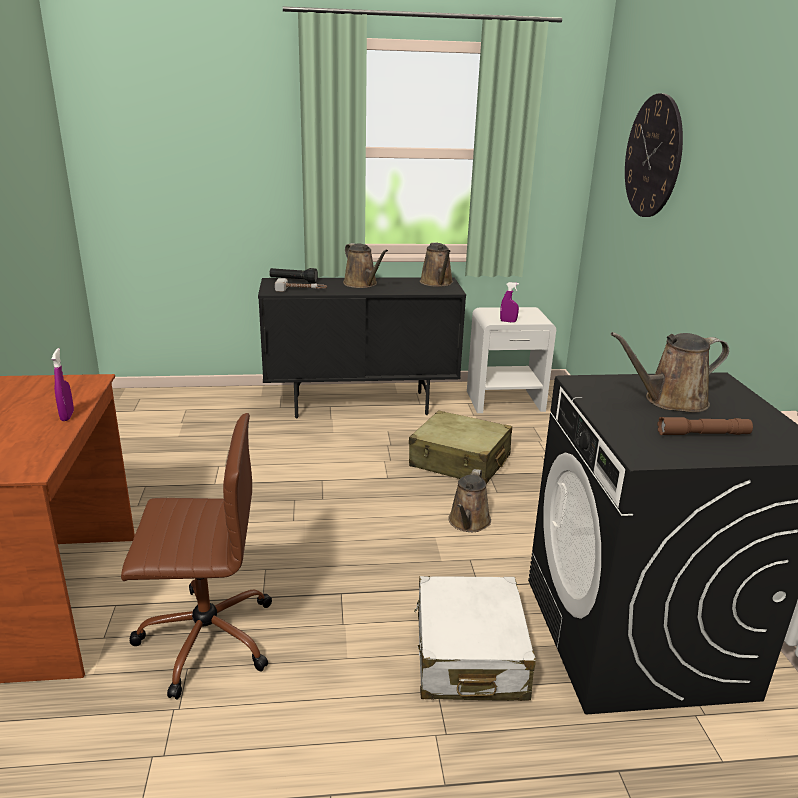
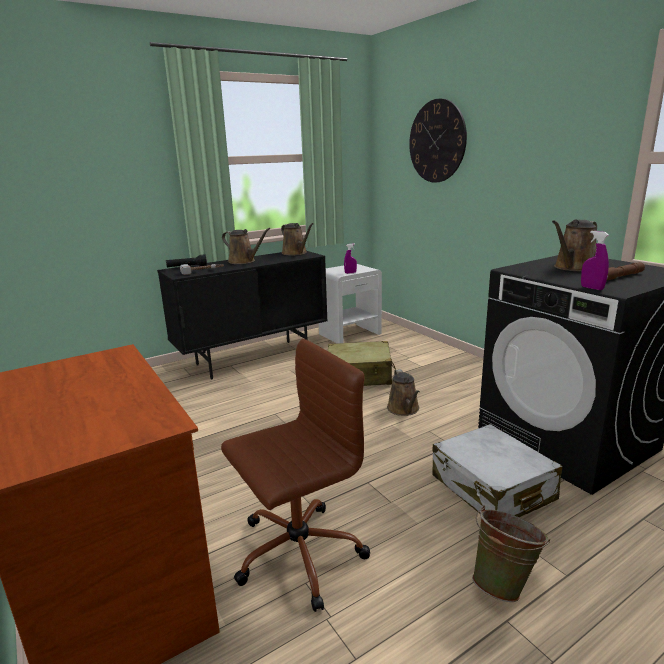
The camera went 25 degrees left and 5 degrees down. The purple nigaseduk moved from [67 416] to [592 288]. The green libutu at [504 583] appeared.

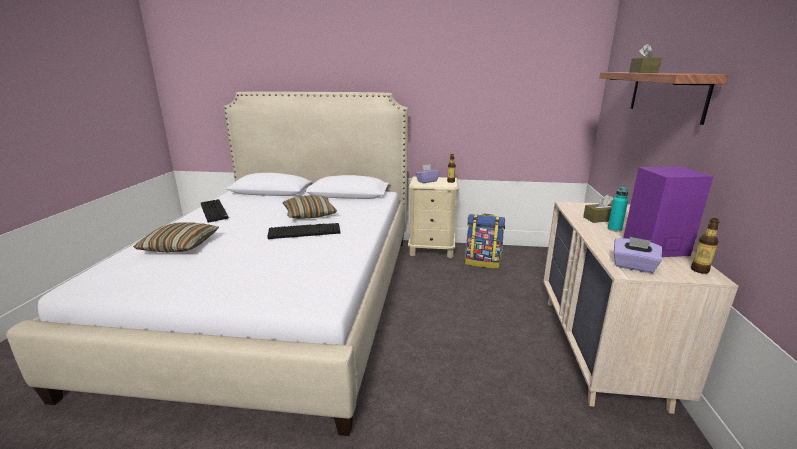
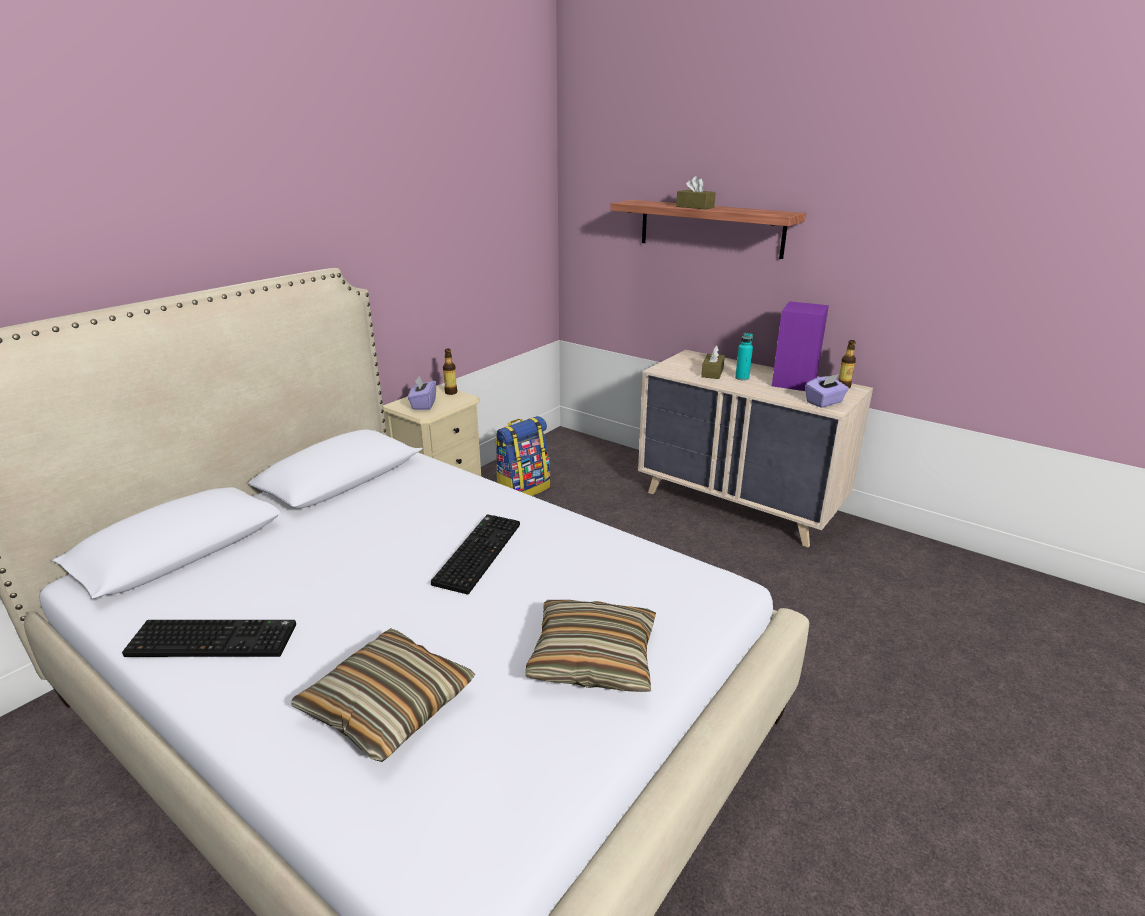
The camera went 60 degrees left and 5 degrees up. The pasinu moved from [309 214] to [593 658].

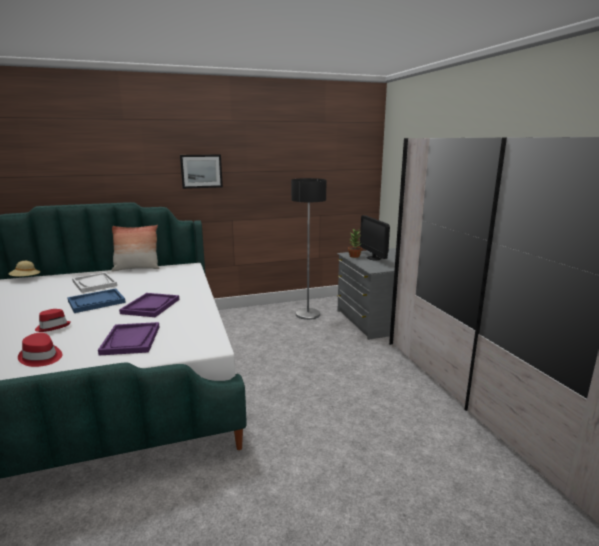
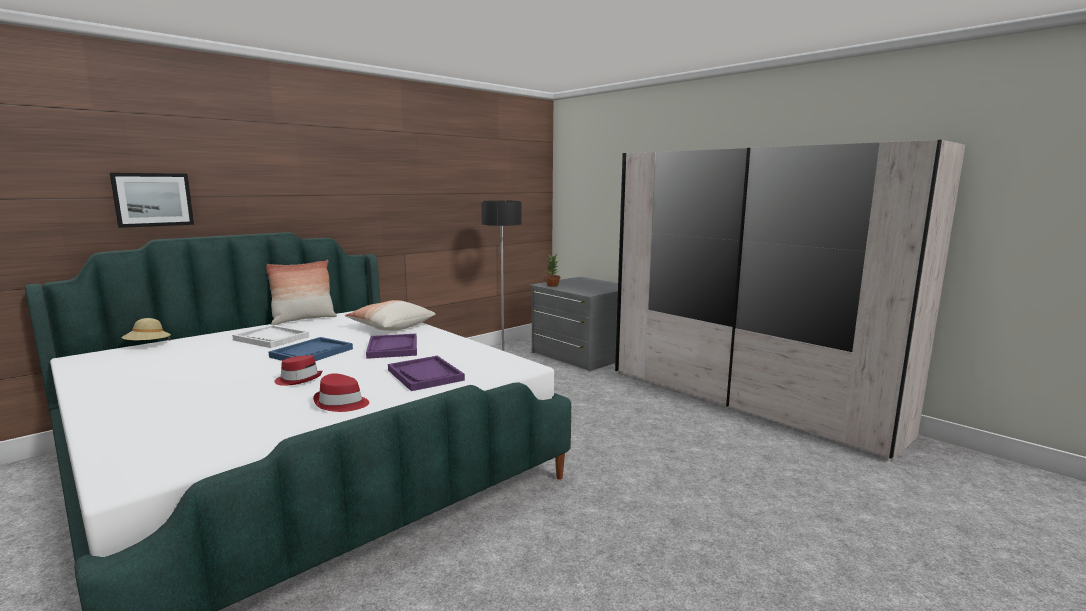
The camera went 25 degrees left and 5 degrees down. The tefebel moved from [201 171] to [153 199]. The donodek at [374 258] disappeared. The pasinu at [391 327] appeared.

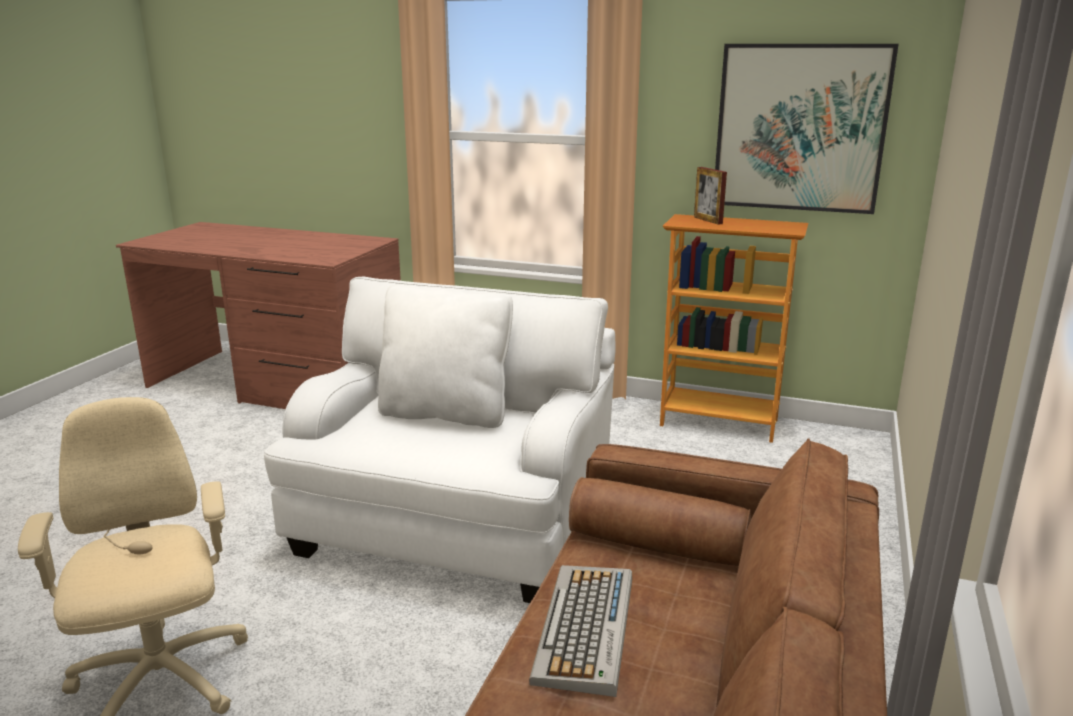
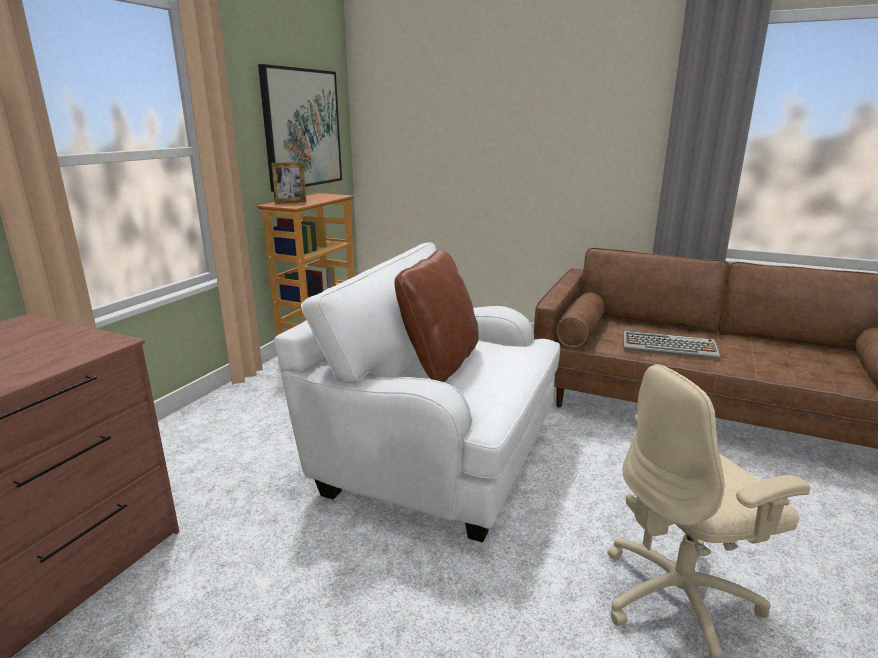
The camera went 85 degrees left and 0 degrees up. The white pasinu at [446 413] became the brown pasinu at [440 363].

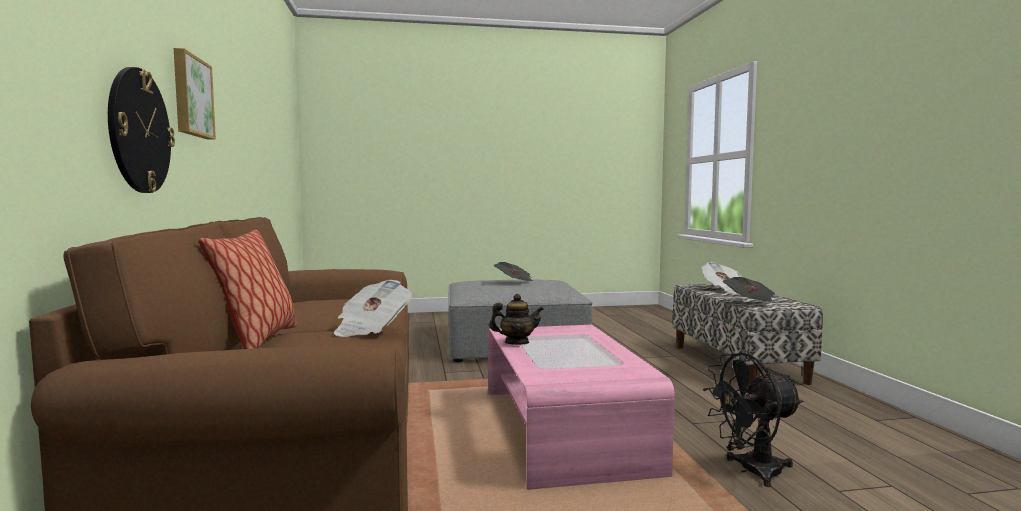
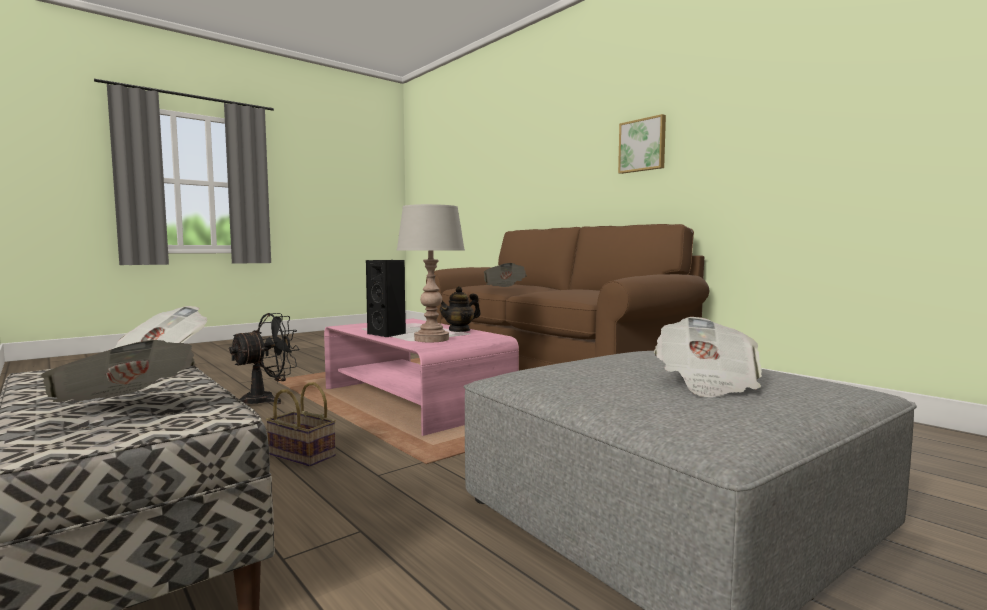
The camera went 150 degrees right and 0 degrees up. The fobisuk at [139 131] disappeared. The pasinu at [257 340] disappeared. The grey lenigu at [432 339] appeared. The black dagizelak at [388 334] appeared. The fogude at [299 455] appeared.

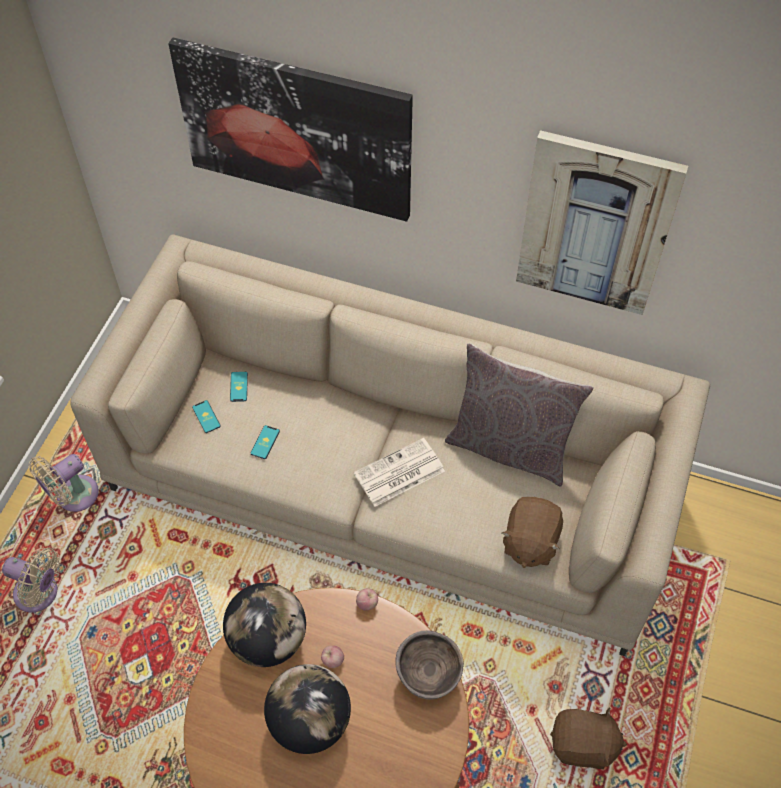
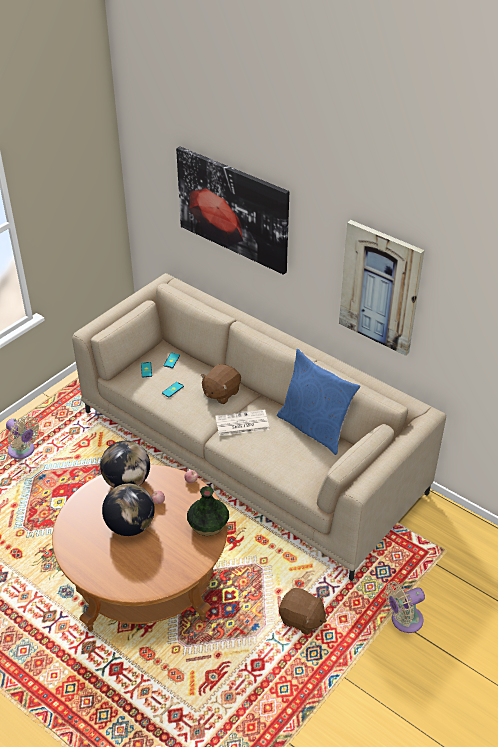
The camera went 20 degrees right and 15 degrees down. The grey pasinu at [510 447] became the blue pasinu at [314 428]. The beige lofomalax moved from [73 497] to [403 620]. The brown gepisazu moved from [529 542] to [221 393]. The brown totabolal at [428 676] was replaced by the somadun at [208 524].

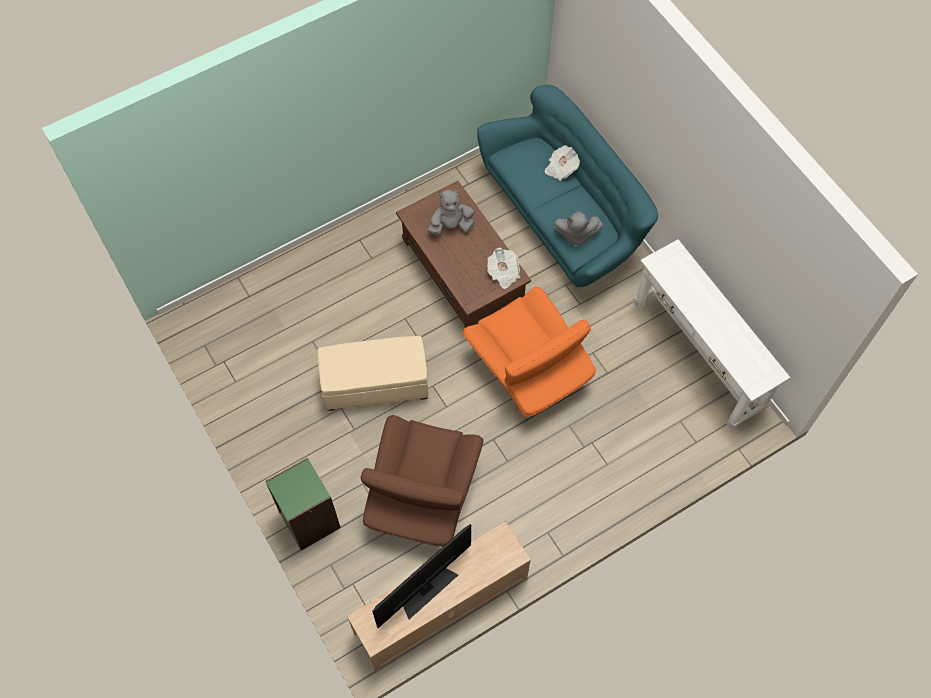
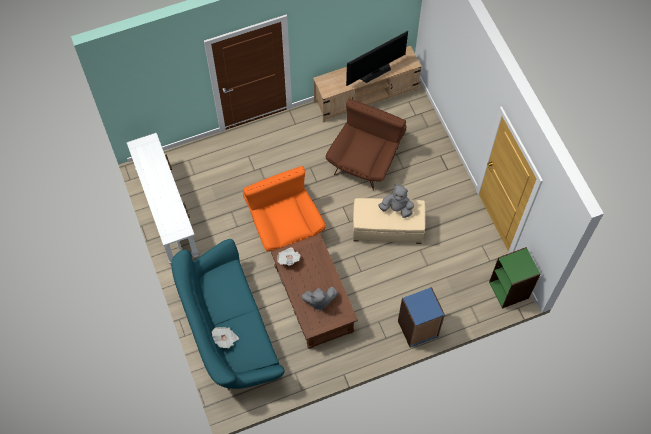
The camera went 170 degrees left and 0 degrees up. The grey gepisazu moved from [575 235] to [396 208]. The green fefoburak moved from [309 520] to [509 290]. The blue fefoburak at [418 329] appeared.

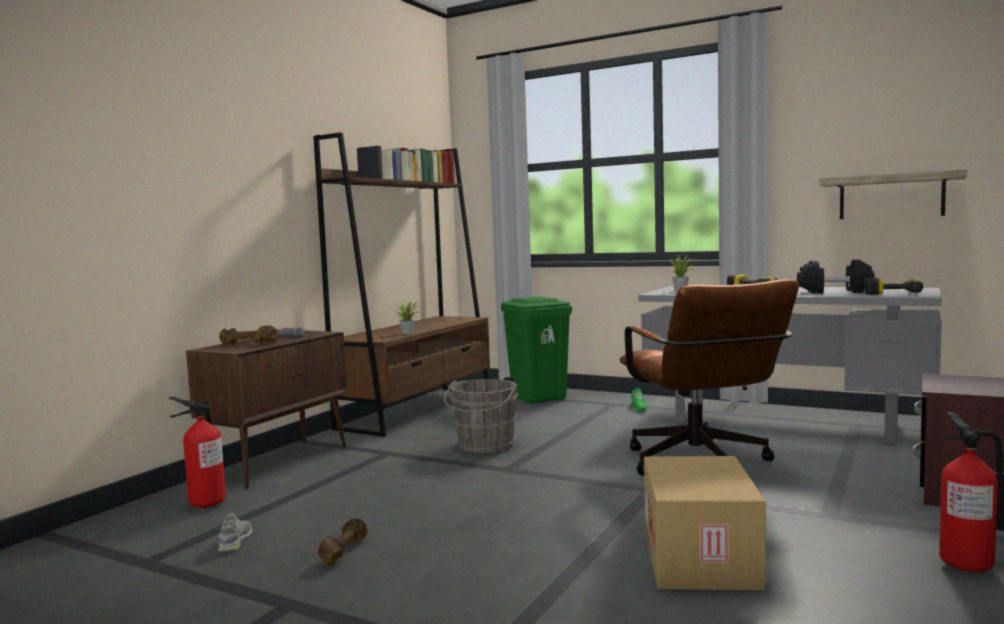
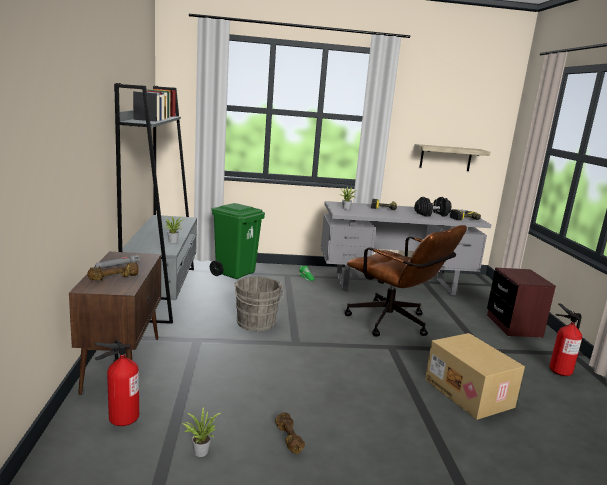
The camera went 35 degrees left and 10 degrees up. The brown fefoburak at [418 409] became the grey fefoburak at [162 291]. The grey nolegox at [236 541] was replaced by the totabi at [200 451].

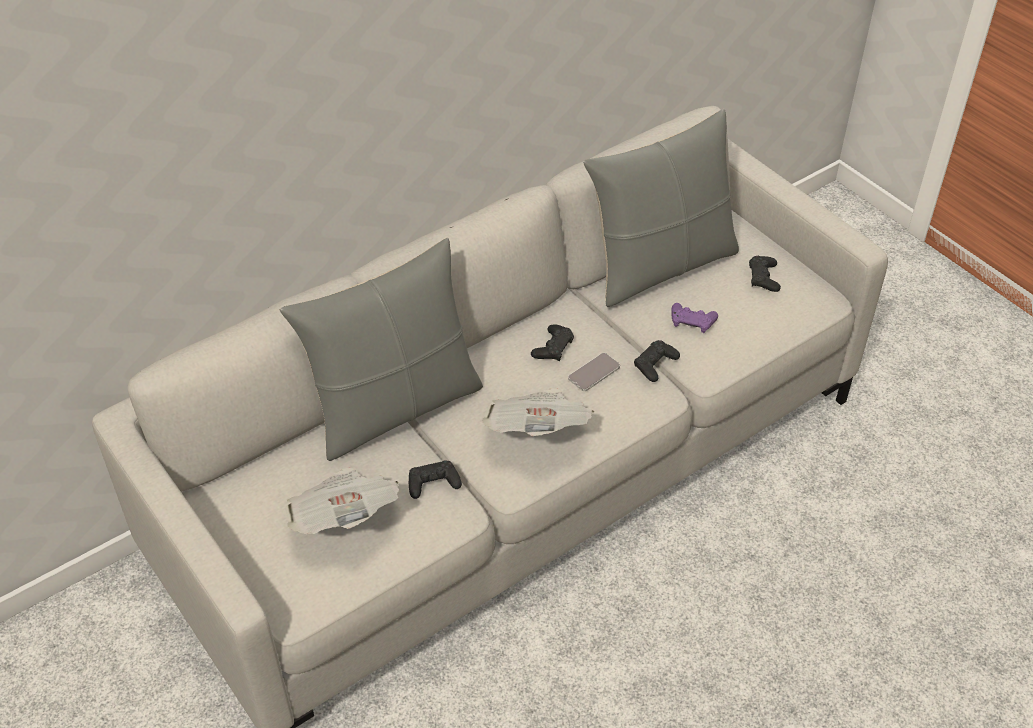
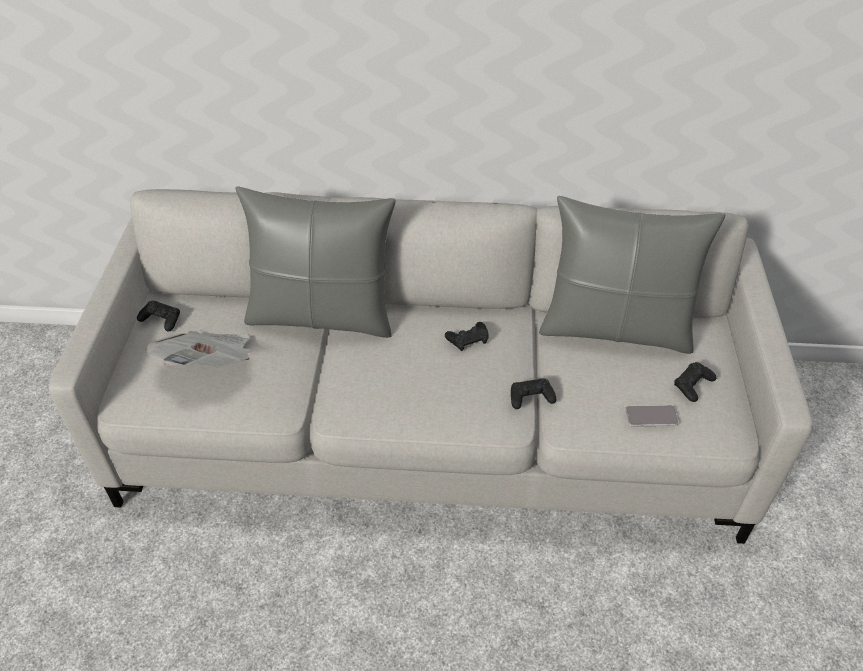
The camera went 40 degrees right and 0 degrees up. The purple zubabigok at [692 321] disappeared. The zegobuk moved from [594 373] to [651 416]. The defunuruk at [538 431] disappeared. The black zubabigok moved from [433 483] to [161 319].

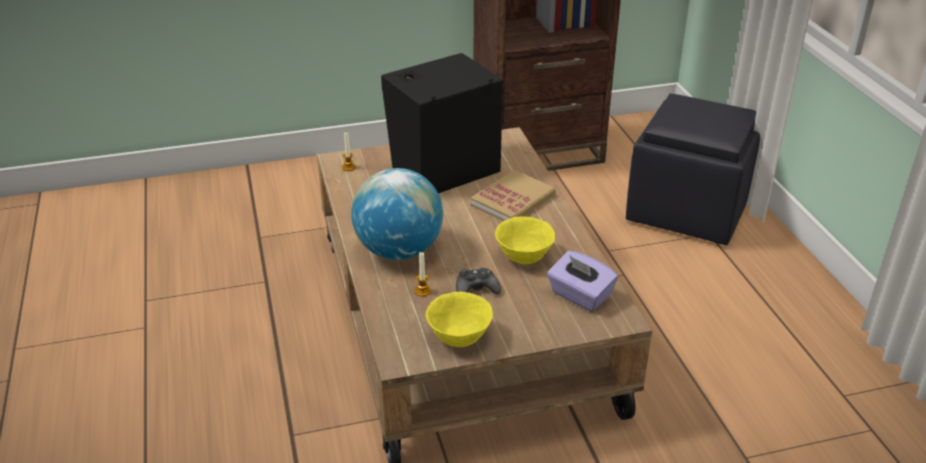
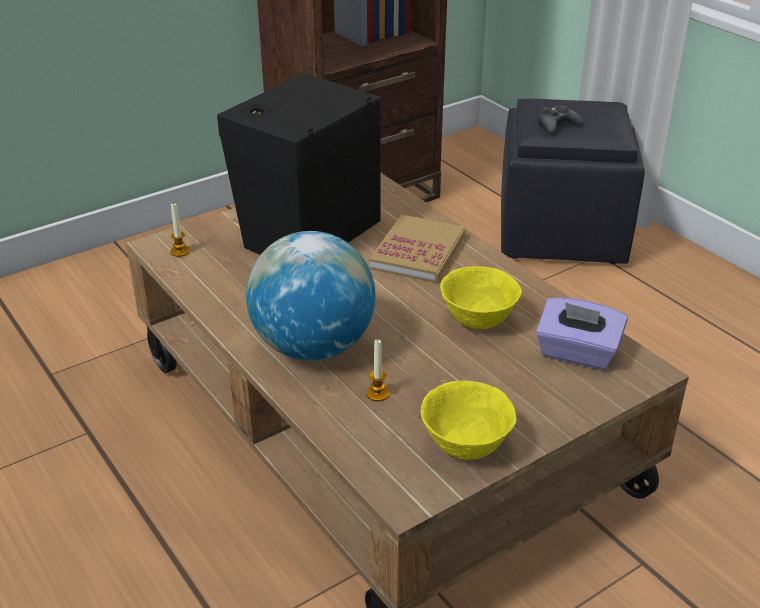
The camera went 20 degrees left and 0 degrees up. The black zubabigok moved from [476 289] to [556 125].

